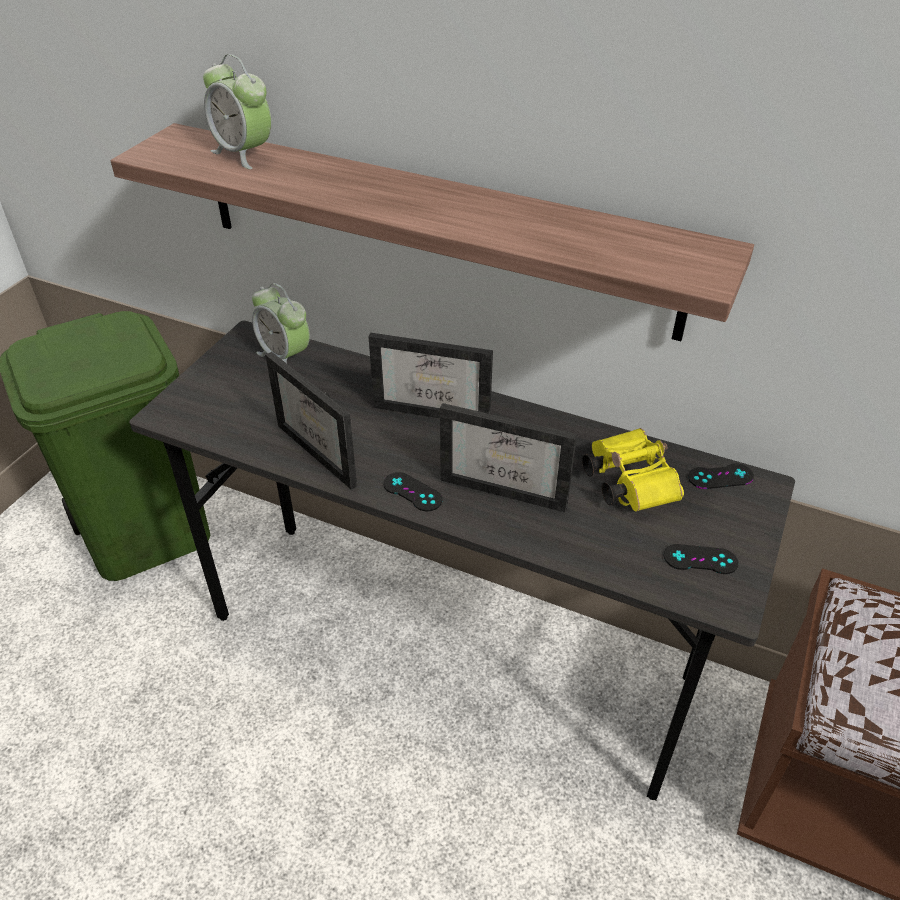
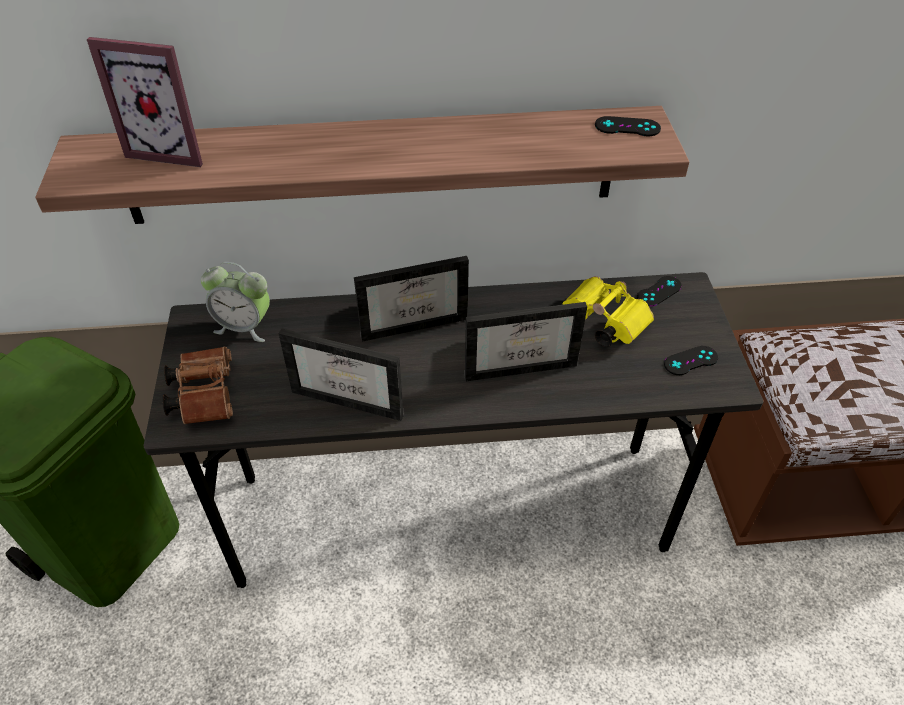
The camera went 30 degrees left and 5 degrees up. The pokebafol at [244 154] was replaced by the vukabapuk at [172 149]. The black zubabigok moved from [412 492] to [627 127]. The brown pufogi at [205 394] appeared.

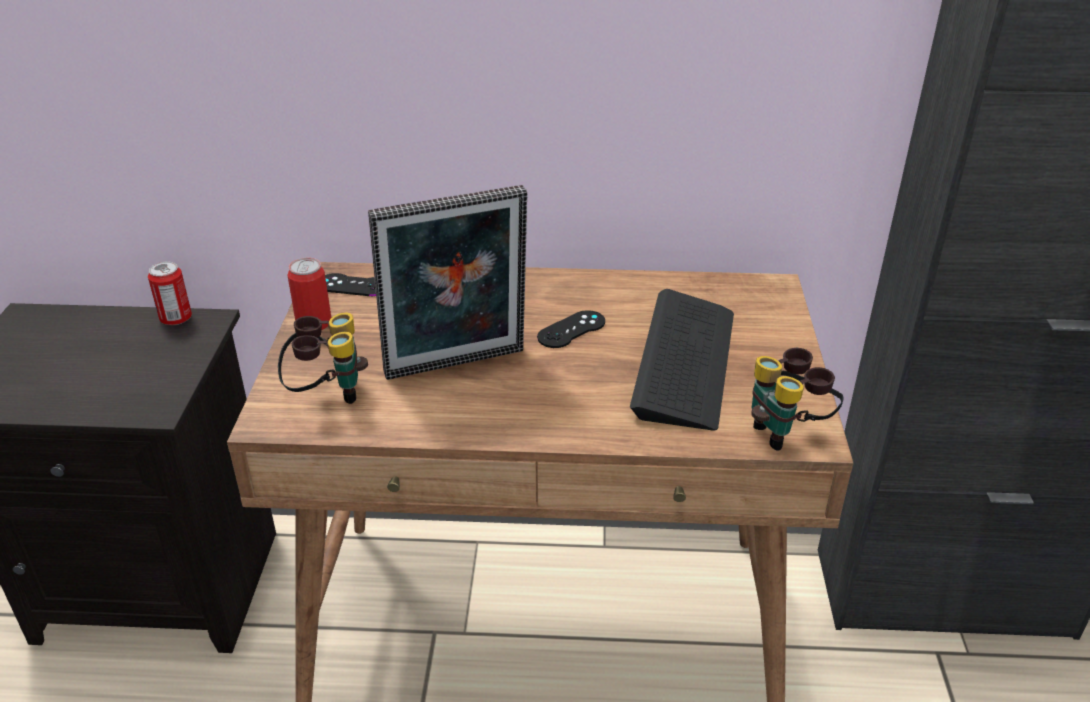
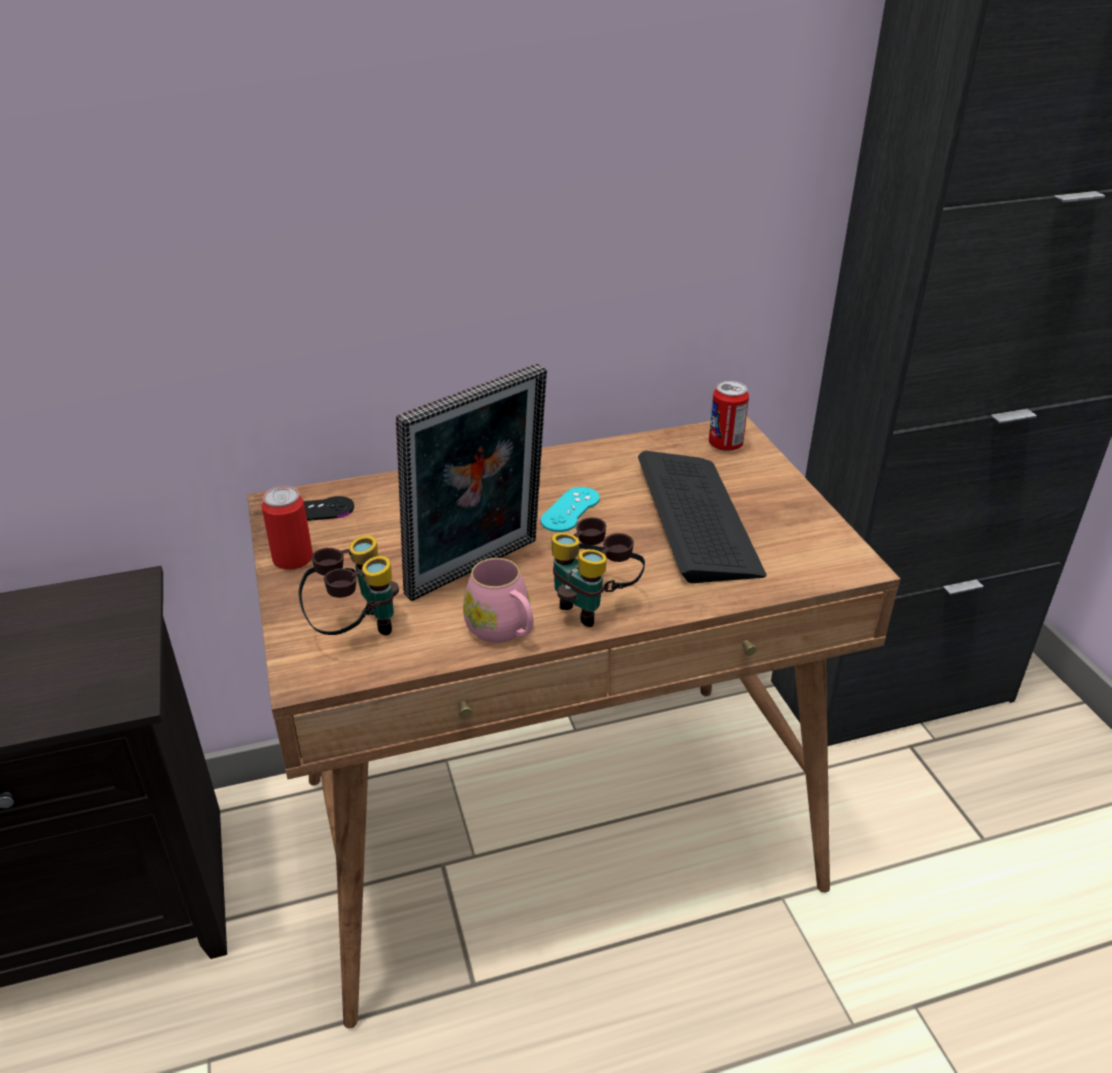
The camera went 20 degrees left and 0 degrees up. The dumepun moved from [176 319] to [725 445]. The black zubabigok at [571 330] became the turquoise zubabigok at [570 510]. The pufogi moved from [787 431] to [594 605]. The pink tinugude at [503 631] appeared.

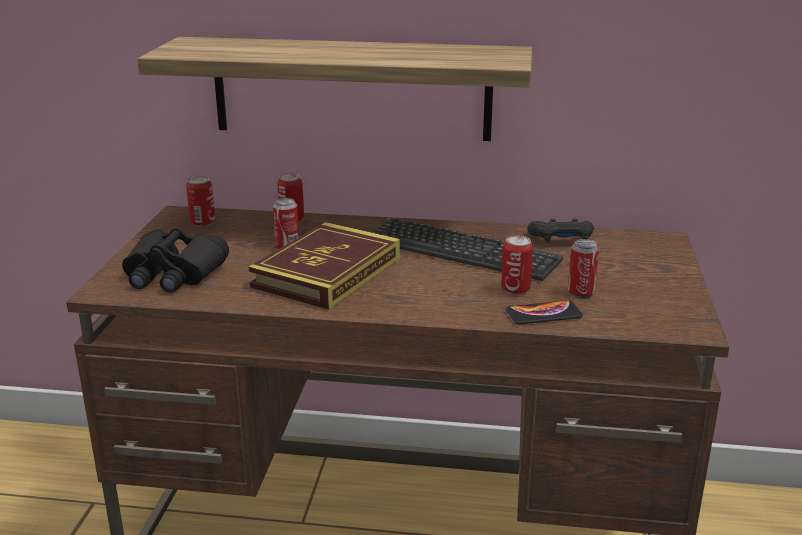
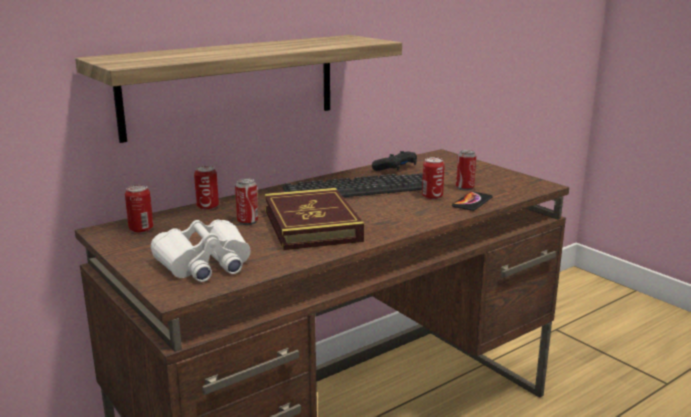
The camera went 45 degrees left and 5 degrees down. The black pufogi at [173 274] became the white pufogi at [205 264].

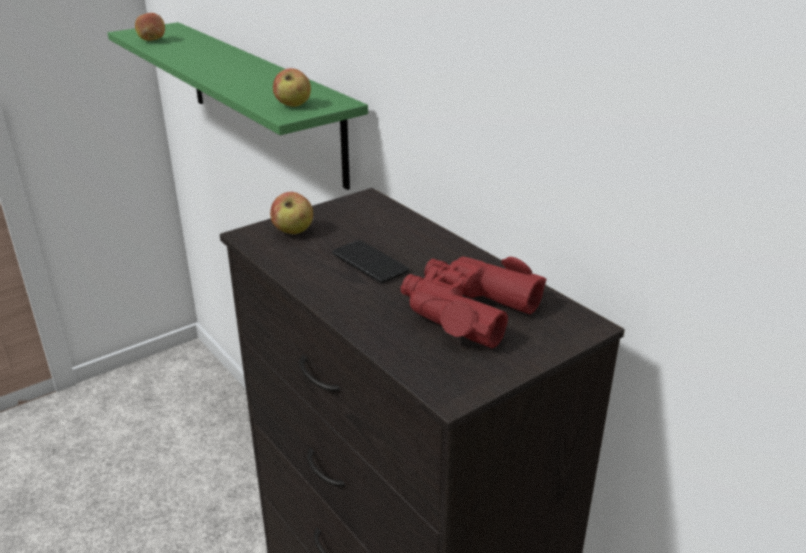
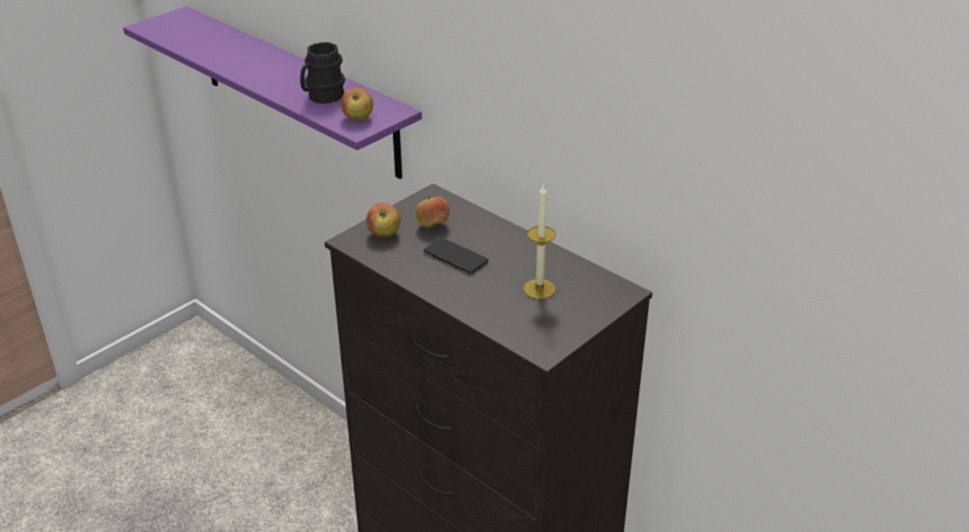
The camera went 10 degrees left and 5 degrees up. The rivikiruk moved from [152 40] to [433 225]. The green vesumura at [261 99] became the purple vesumura at [297 91]. The red pufogi at [466 310] was replaced by the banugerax at [539 289]. The black tinugude at [322 97] appeared.

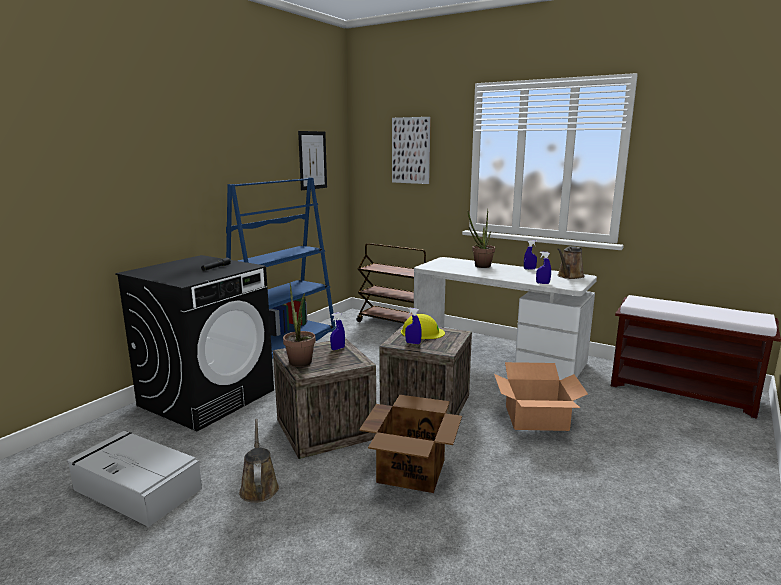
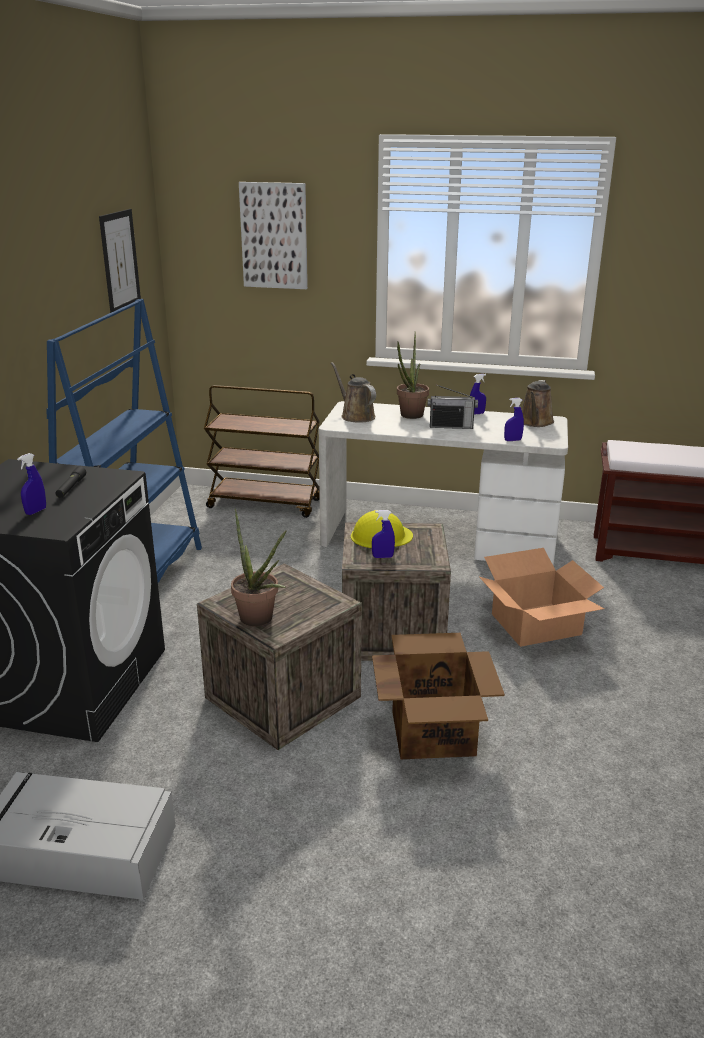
The camera went 20 degrees left and 10 degrees up. The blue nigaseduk moved from [338 348] to [36 511]. The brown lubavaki moved from [259 487] to [355 416]. The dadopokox at [451 426] appeared.

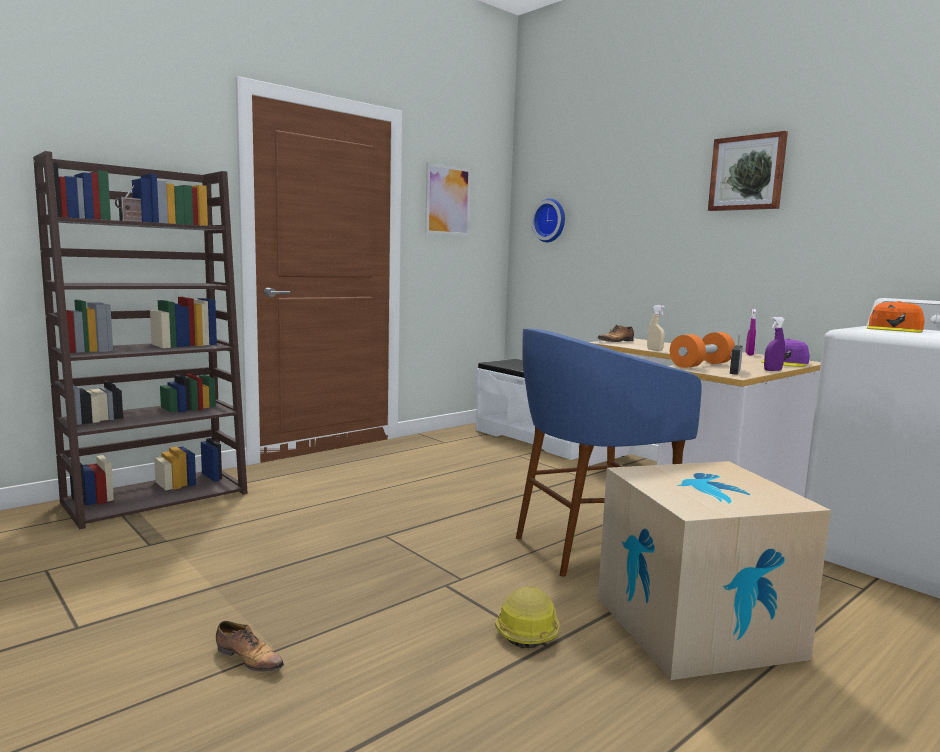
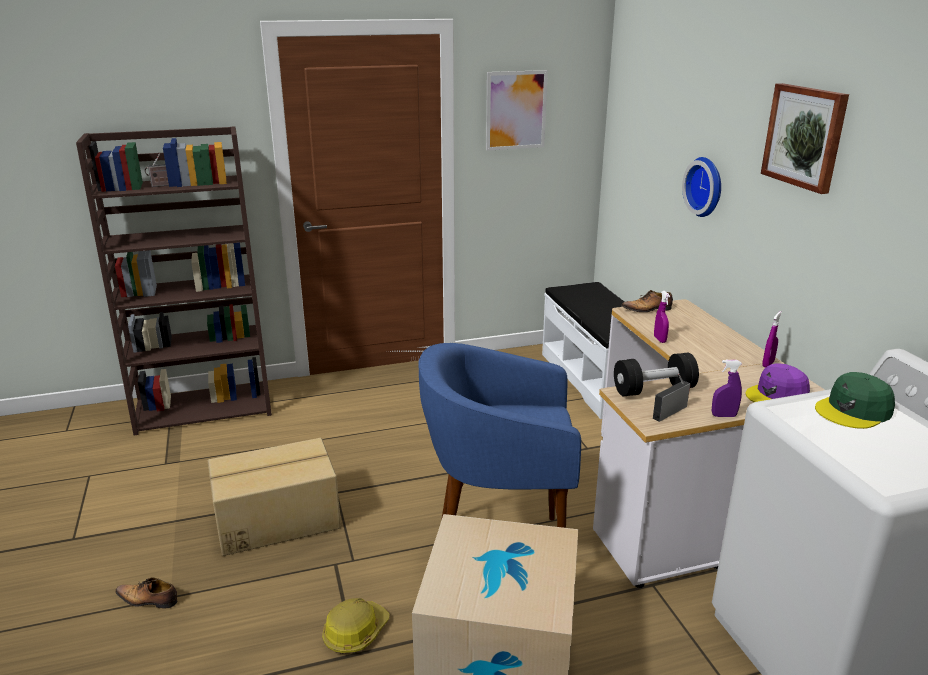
The camera went 25 degrees right and 15 degrees up. The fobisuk moved from [550 220] to [706 186]. The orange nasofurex at [895 329] became the green nasofurex at [854 410]. The beige nigaseduk at [654 350] became the purple nigaseduk at [659 339]. The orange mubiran at [701 365] became the black mubiran at [653 390]. The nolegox at [249 659] turned 135 degrees clockwise. The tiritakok at [277 519] appeared.

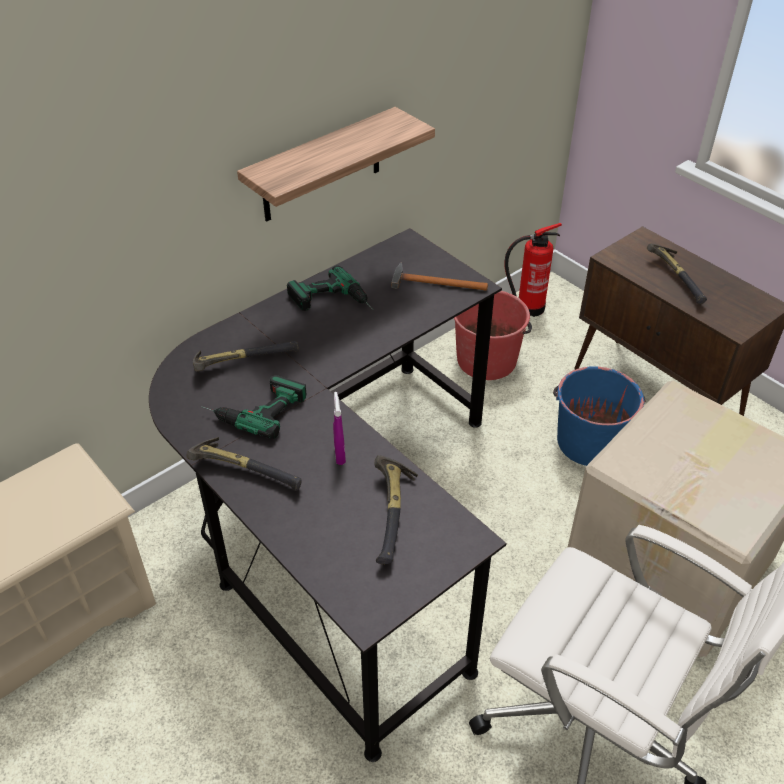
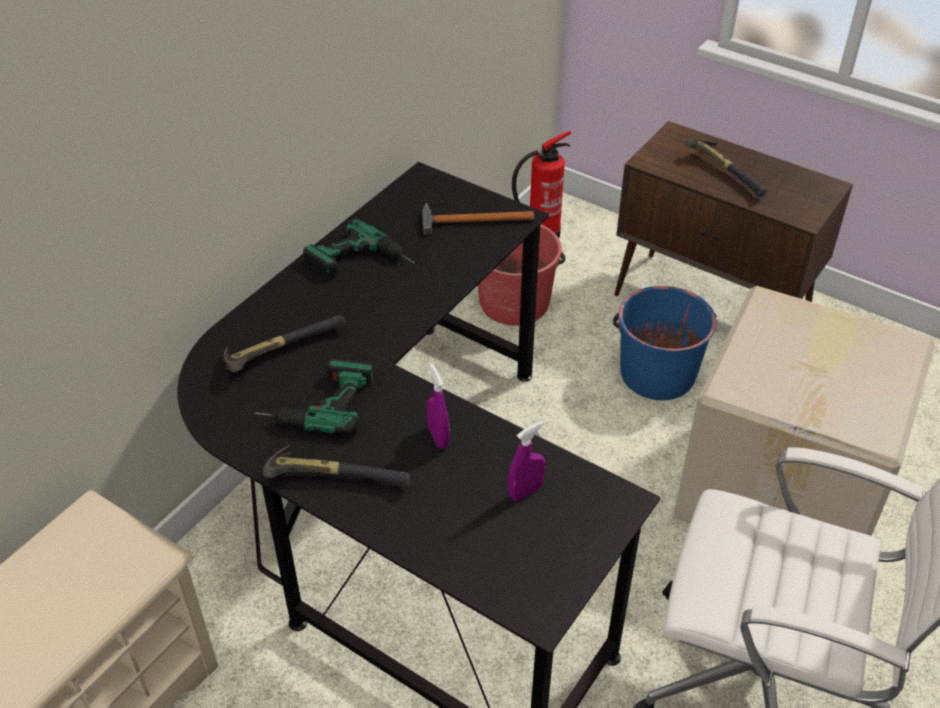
The camera went 15 degrees left and 0 degrees up. The vesumura at [321 166] disappeared. The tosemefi at [394 514] was replaced by the purple nigaseduk at [525 491].

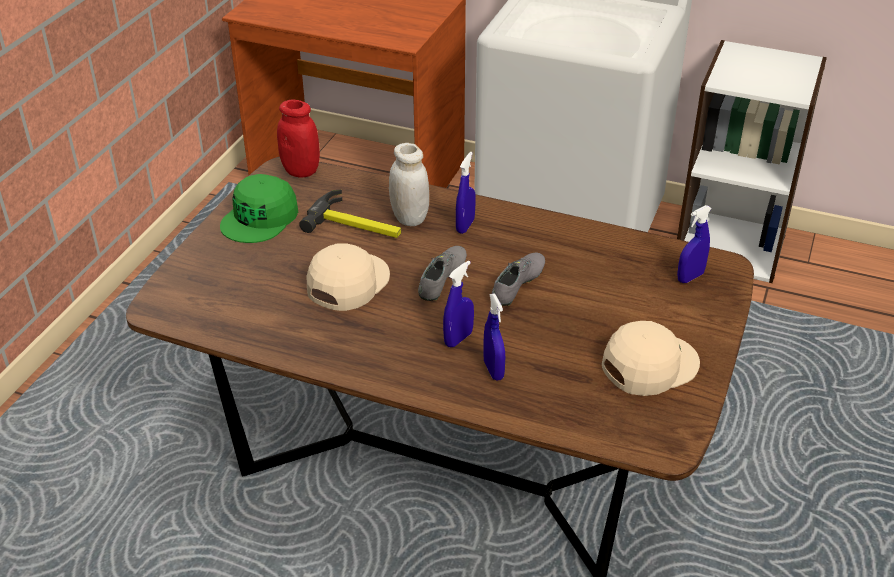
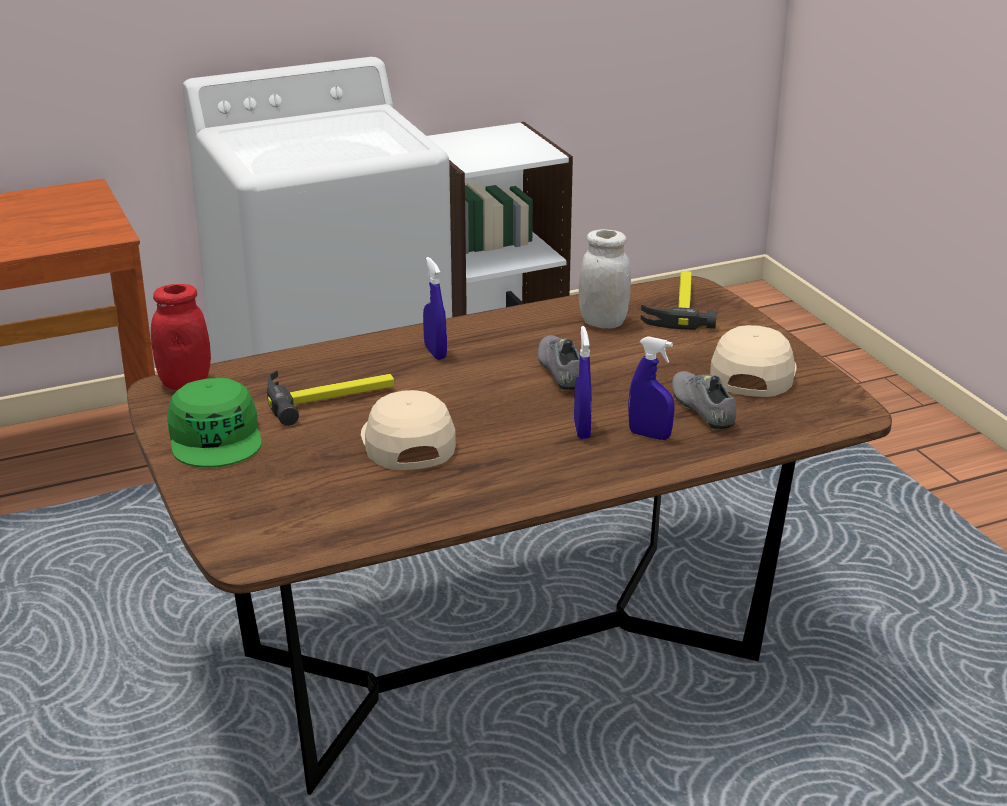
The camera went 45 degrees left and 10 degrees down. The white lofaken moved from [409 218] to [603 322]. The blue nigaseduk at [690 277] was replaced by the tosemefi at [678 305]. The grey nolegox moved from [442 280] to [702 409].

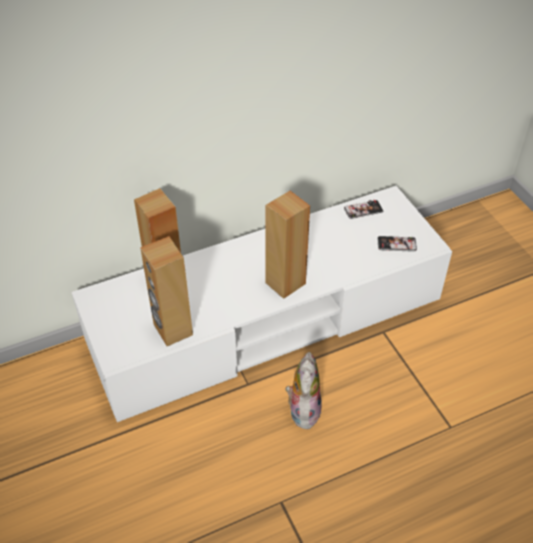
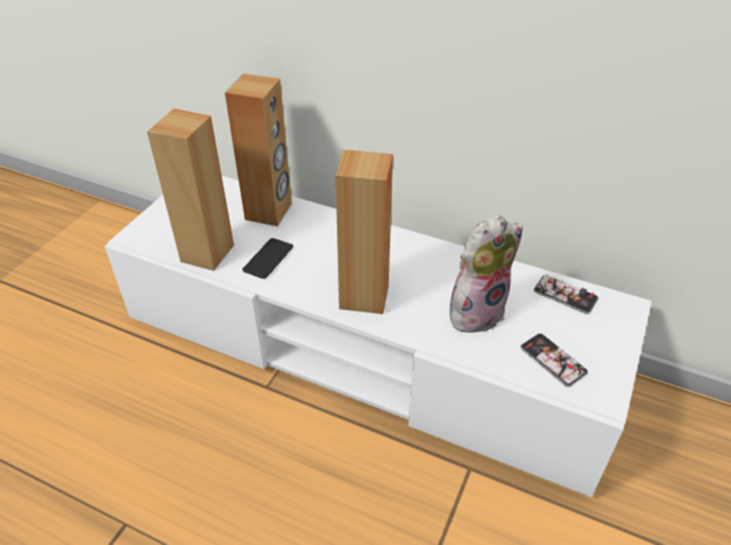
The camera went 50 degrees right and 5 degrees down. The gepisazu moved from [302 409] to [476 311]. The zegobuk at [268 259] appeared.

